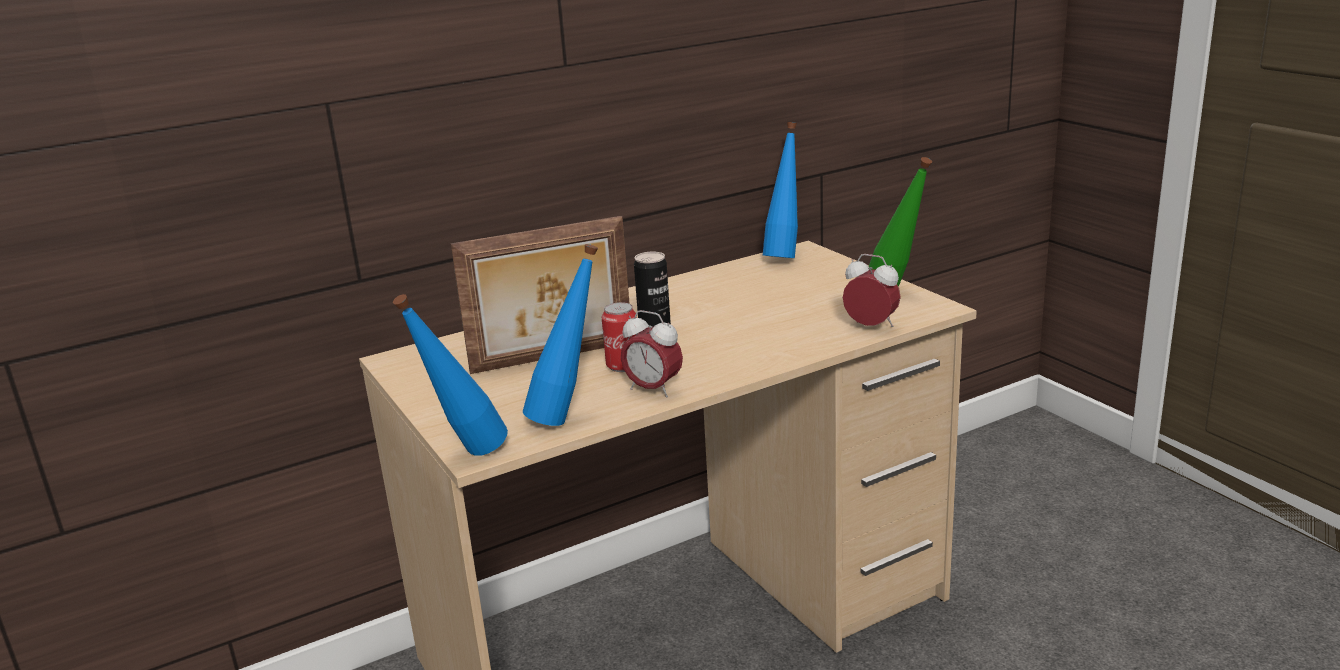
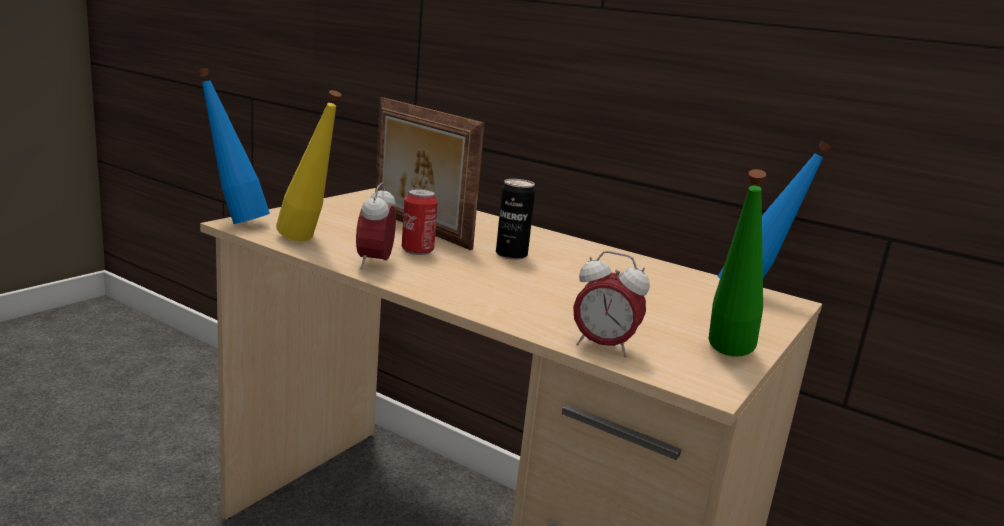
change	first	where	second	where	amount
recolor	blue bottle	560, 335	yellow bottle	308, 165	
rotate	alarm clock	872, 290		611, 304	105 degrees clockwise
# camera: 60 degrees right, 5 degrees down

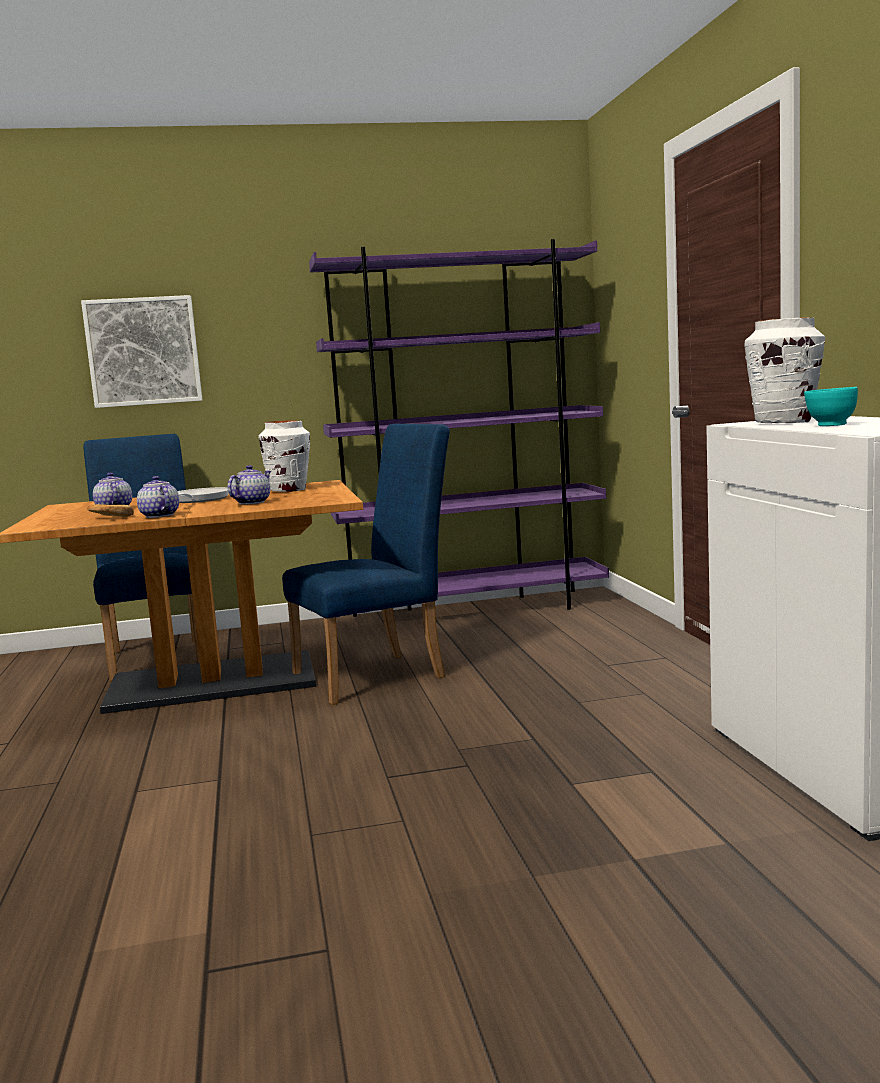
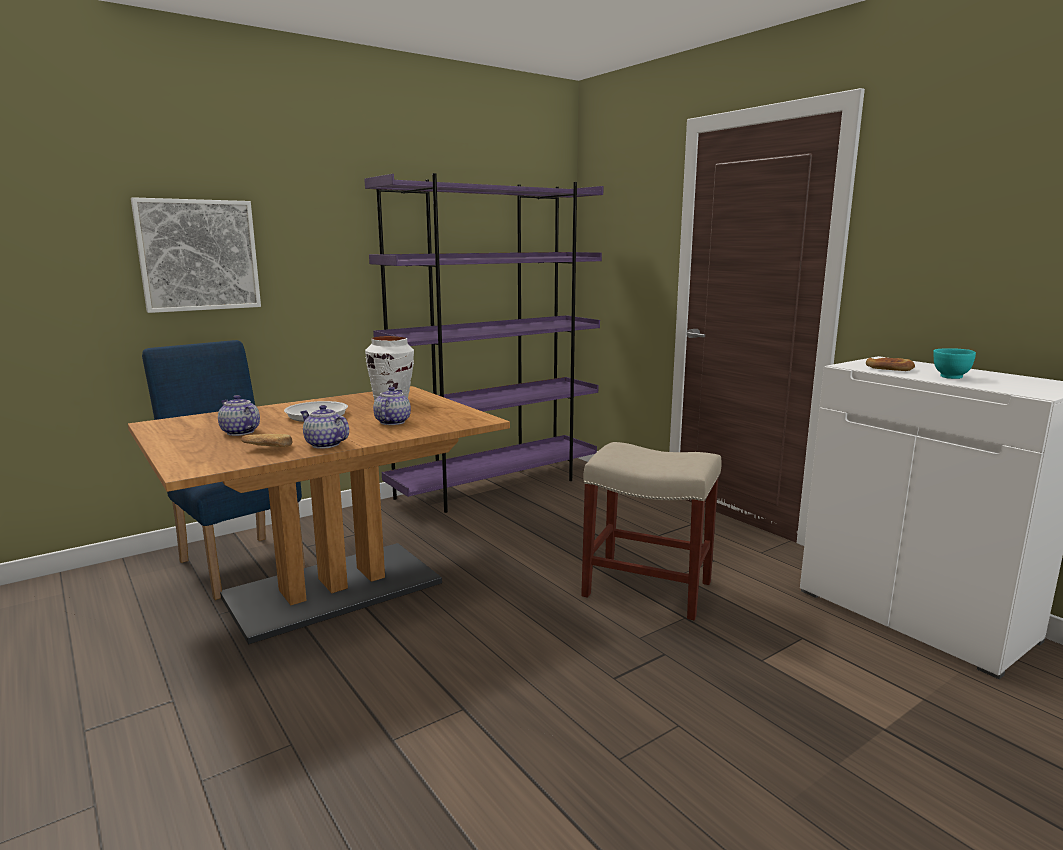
change	first	where	second	where	amount
replace	white vase	784, 370	bread	890, 364	
delete	blue chair	366, 564			
insert			beige stool	651, 531	
# camera: 25 degrees left, 5 degrees up

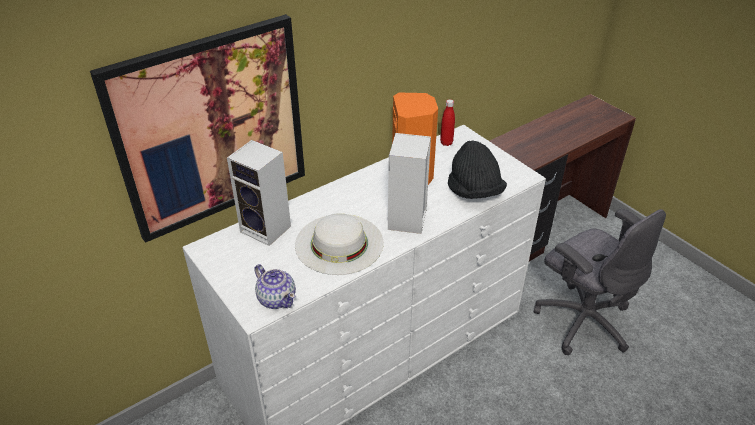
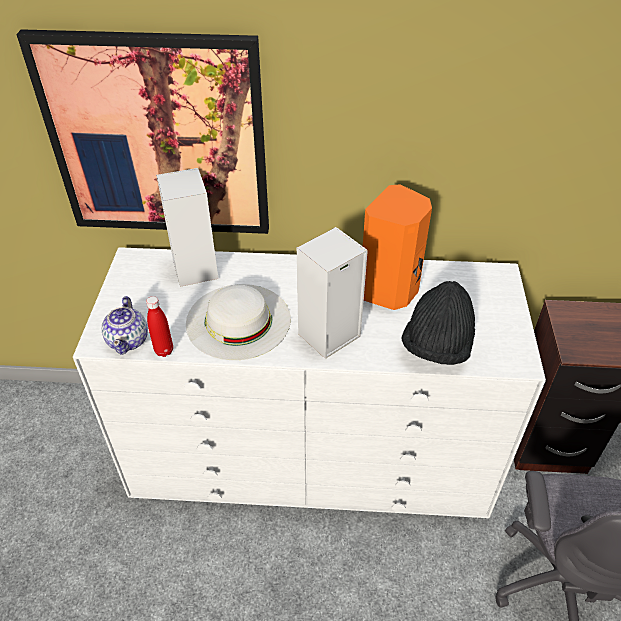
change	first	where	second	where	amount
move	red bottle	447, 122		159, 326	
# camera: 40 degrees right, 5 degrees up

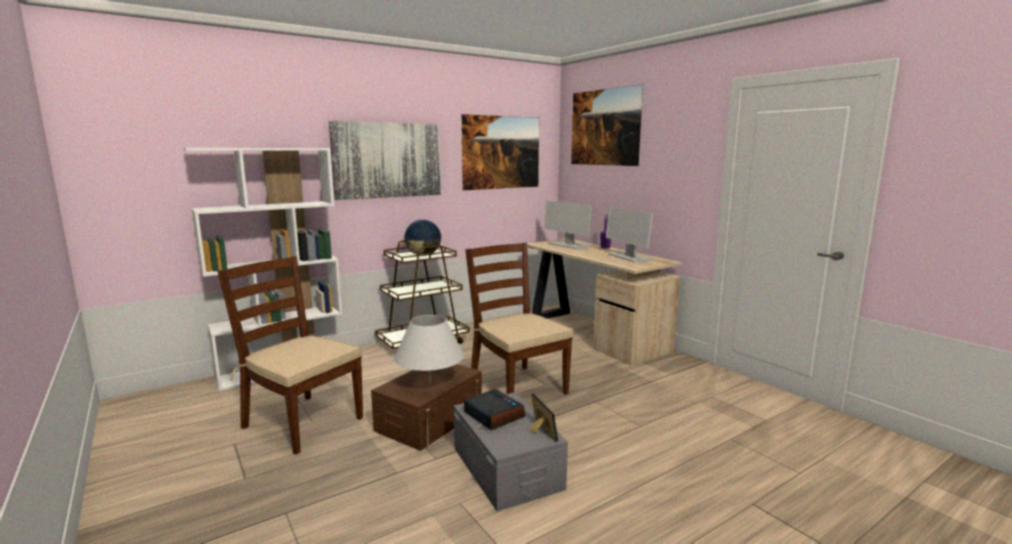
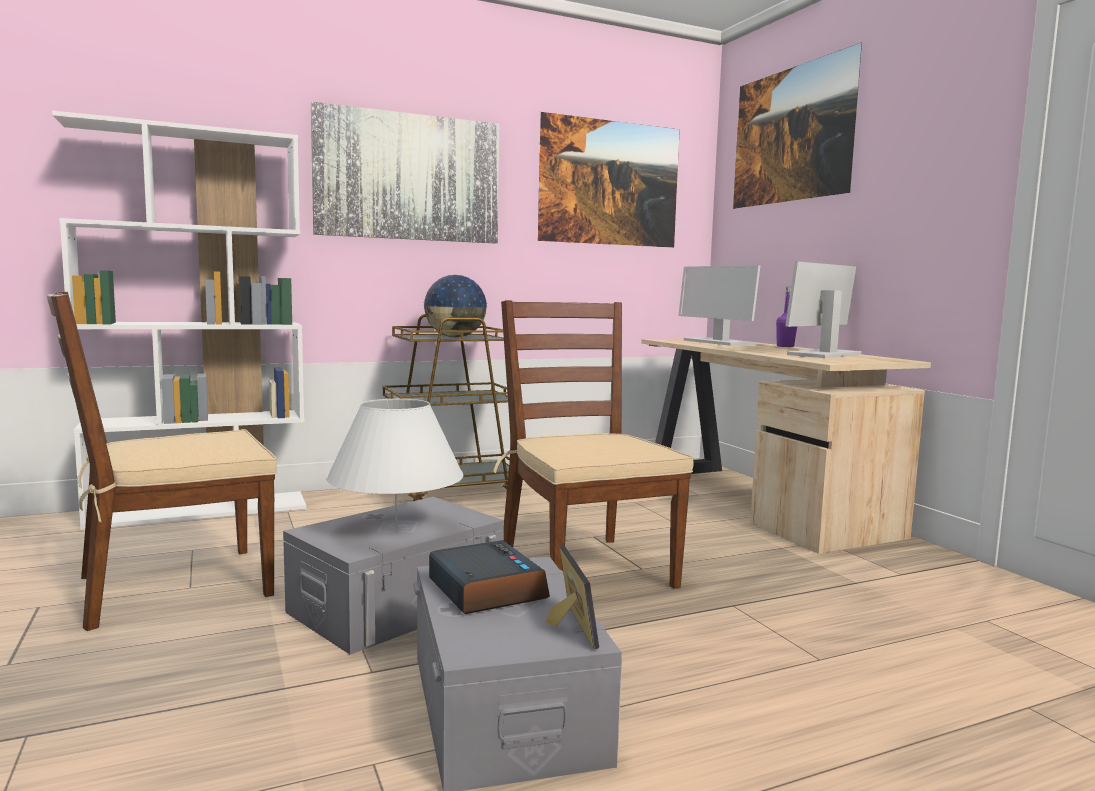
change	first	where	second	where	amount
rotate	monitor	629, 235		823, 309	60 degrees clockwise
rotate	brown chair	290, 355		162, 461	75 degrees counterclockwise
recolor	brown storage box	426, 407	grey storage box	393, 576	
# camera: 10 degrees right, 5 degrees down

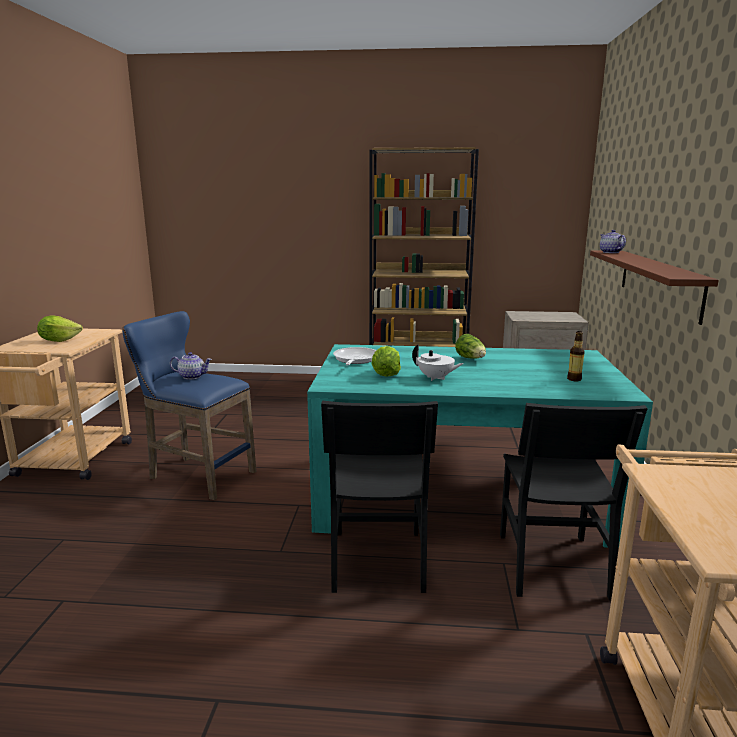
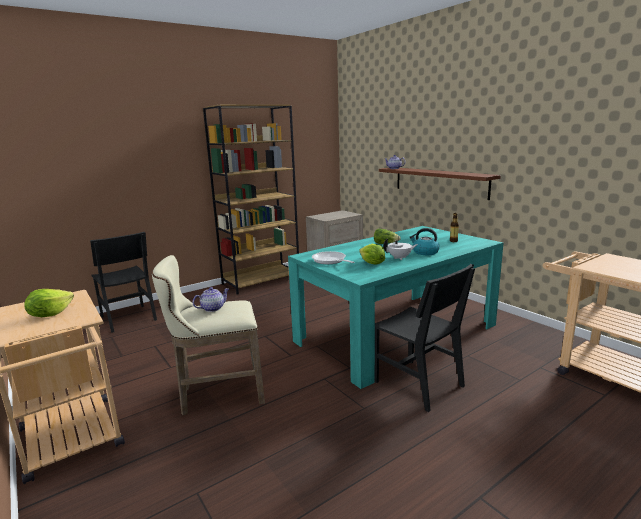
change	first	where	second	where	amount
recolor	blue stool	189, 405	beige stool	208, 335	
move	black chair	574, 501		123, 282	
insert			kettle	424, 241	
# camera: 40 degrees left, 0 degrees up

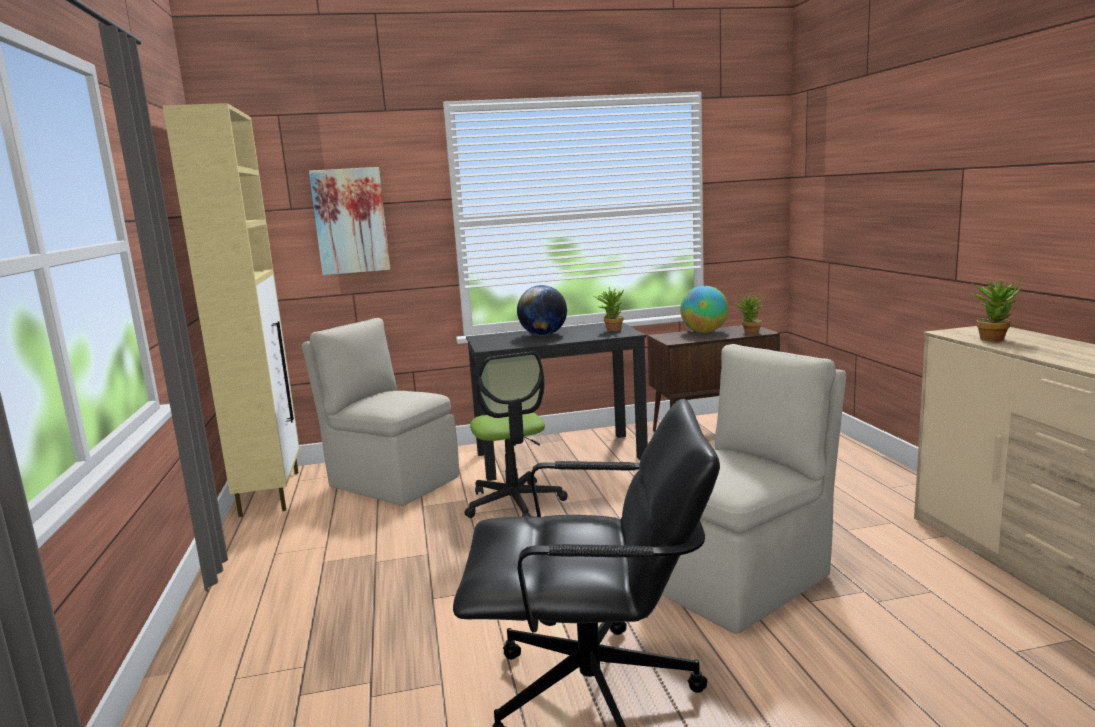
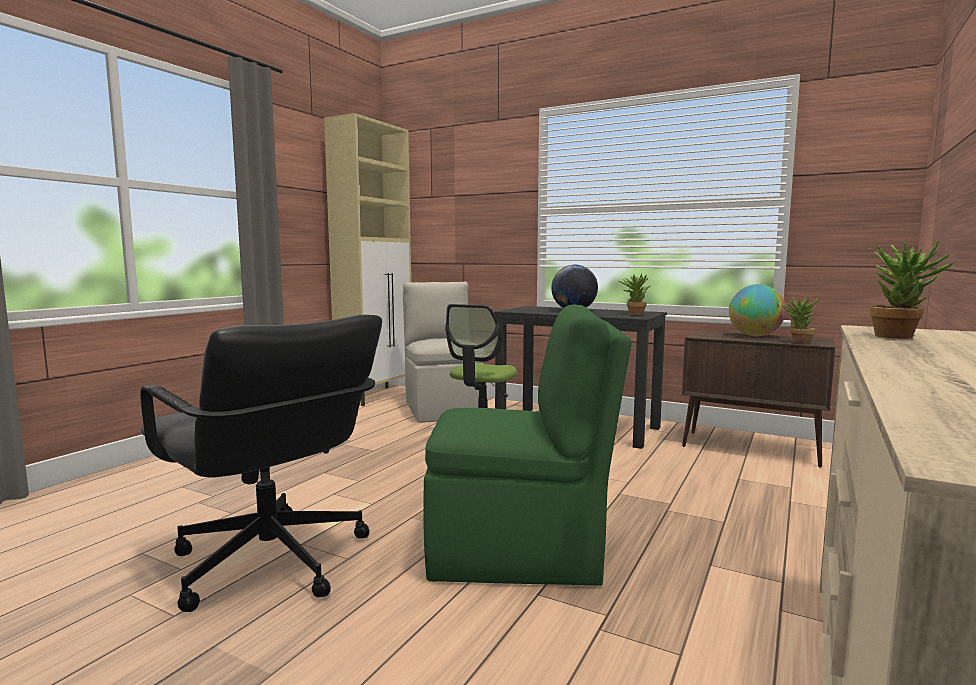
change	first	where	second	where	amount
delete	picture	349, 221			
recolor	beige chair	754, 489	green chair	527, 445	
# camera: 40 degrees right, 5 degrees down

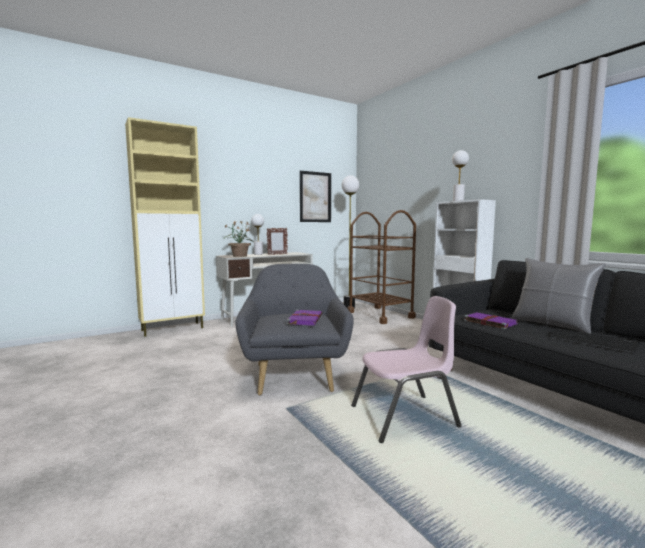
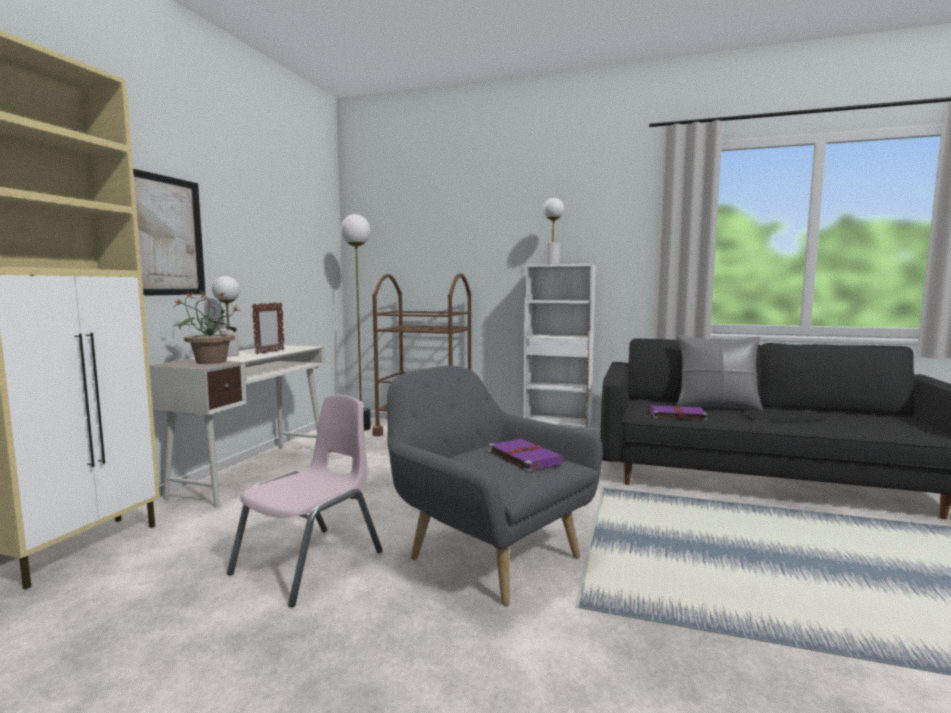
change	first	where	second	where	amount
move	picture	315, 196		169, 232	
move	pink chair	406, 369		305, 500	
# camera: 40 degrees left, 0 degrees up

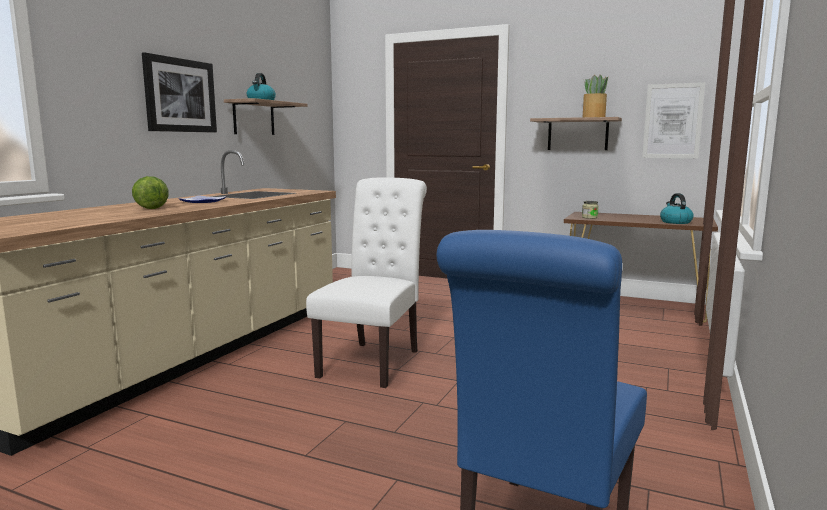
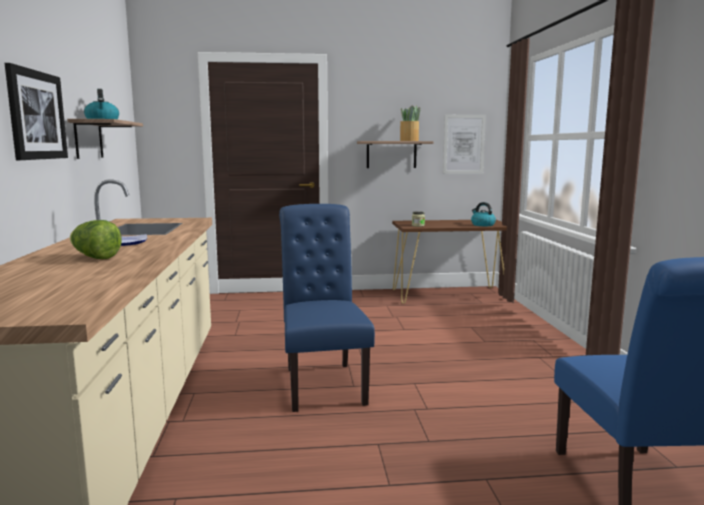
change	first	where	second	where	amount
recolor	white chair	366, 283	blue chair	327, 308	
# camera: 30 degrees left, 0 degrees up

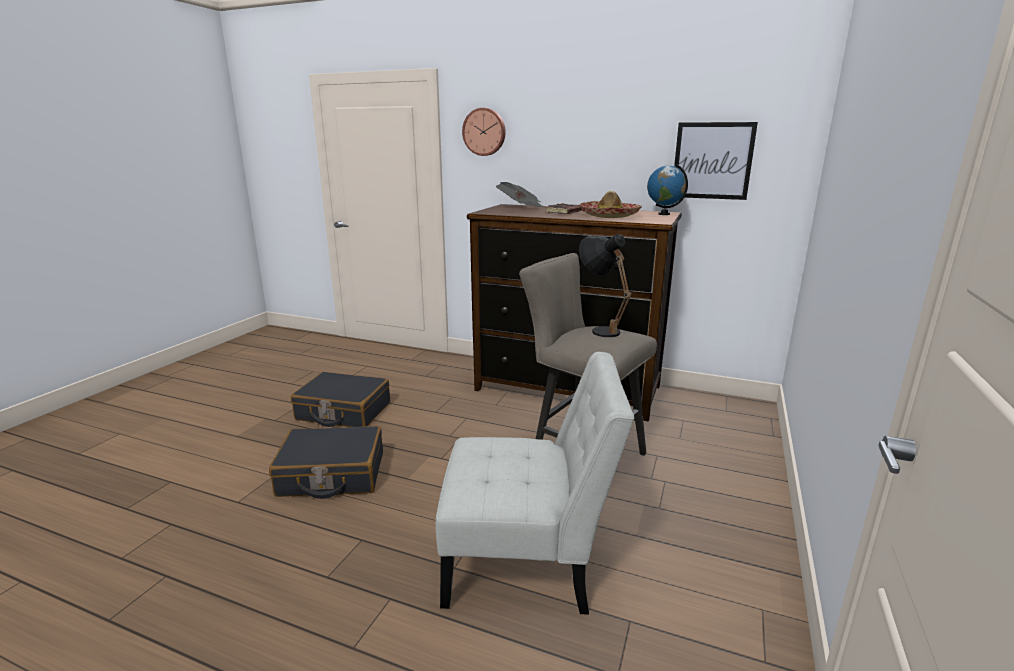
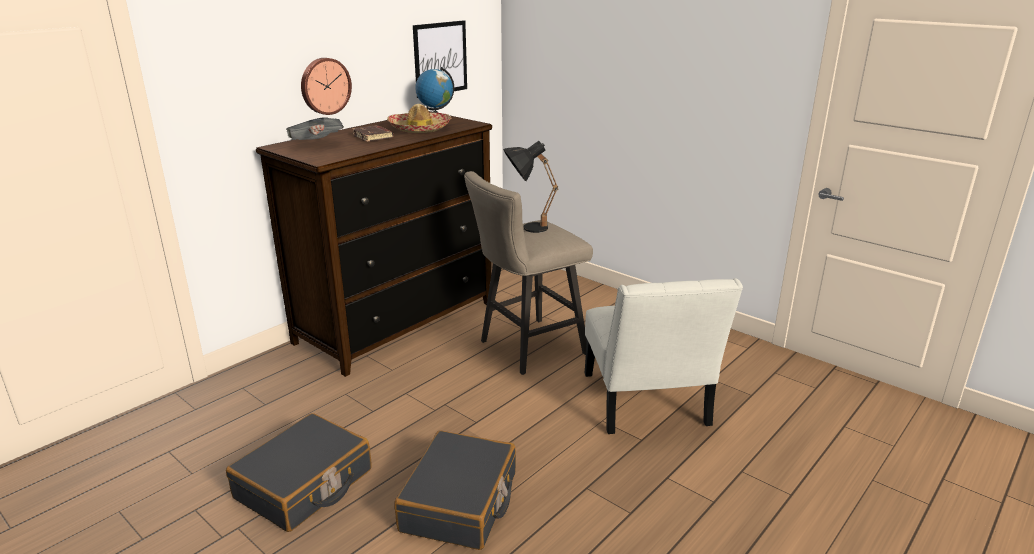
change	first	where	second	where	amount
move	wall clock	484, 132		326, 86	
rotate	white chair	534, 483		664, 356	150 degrees clockwise
# camera: 70 degrees left, 5 degrees up

